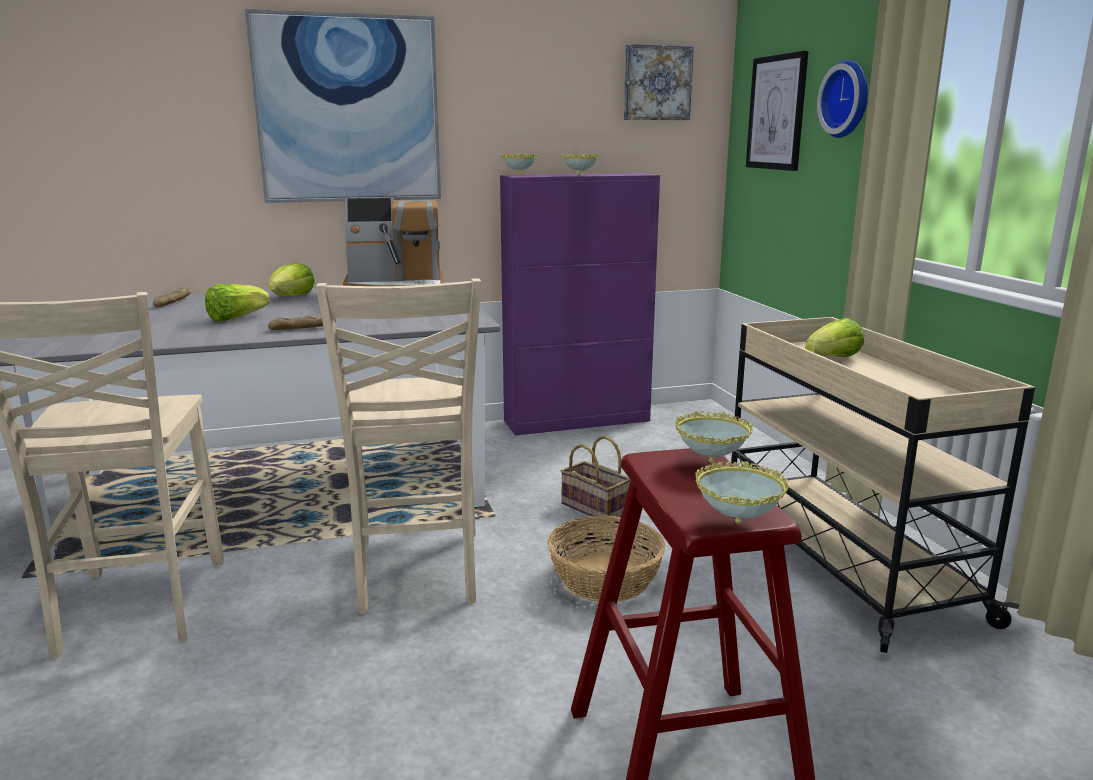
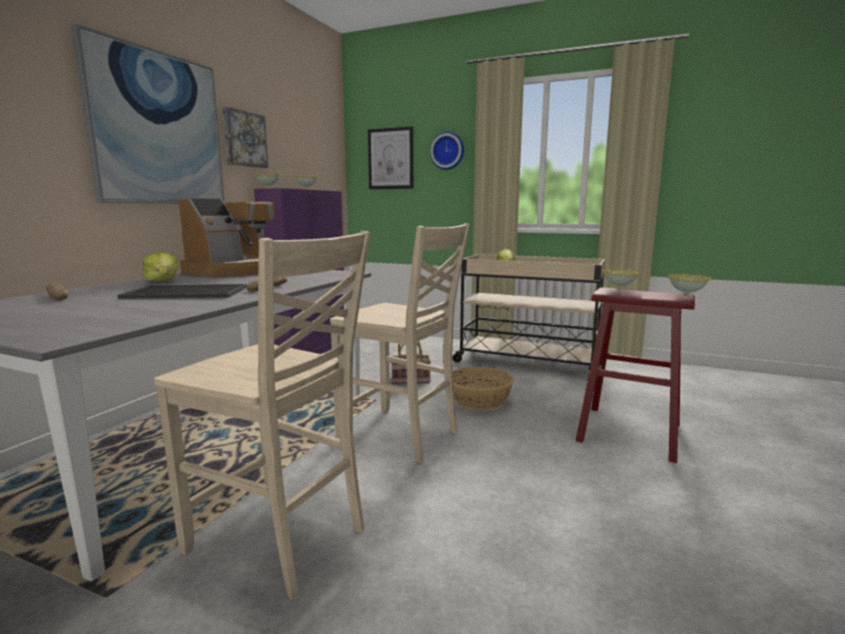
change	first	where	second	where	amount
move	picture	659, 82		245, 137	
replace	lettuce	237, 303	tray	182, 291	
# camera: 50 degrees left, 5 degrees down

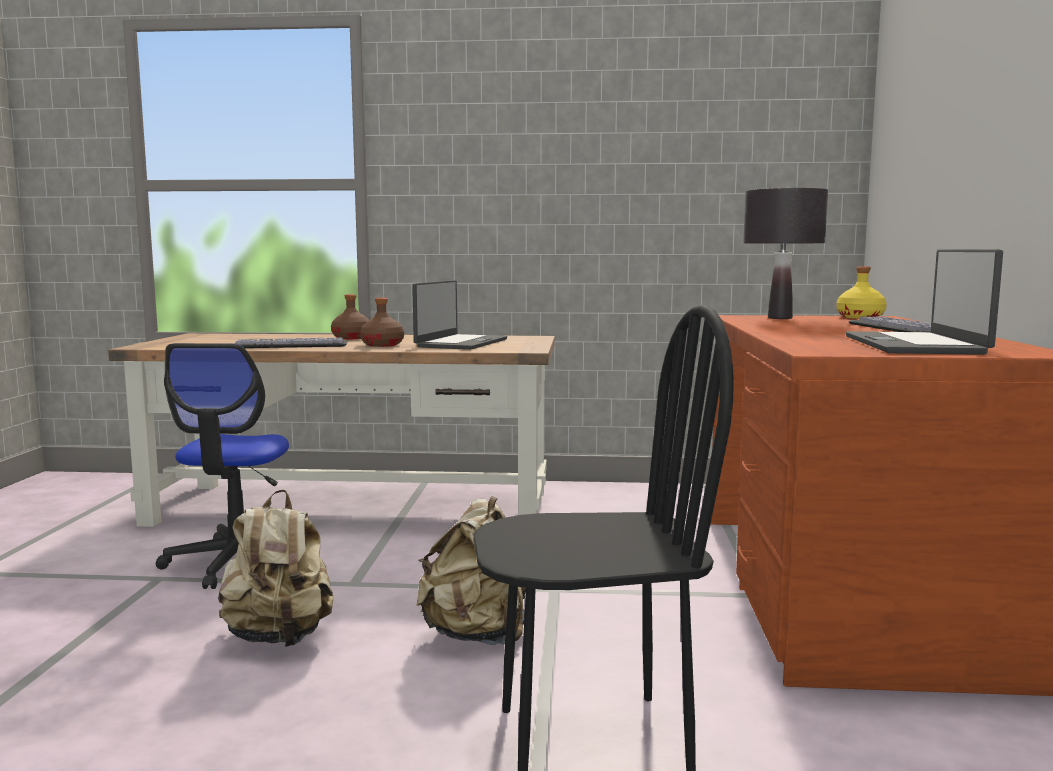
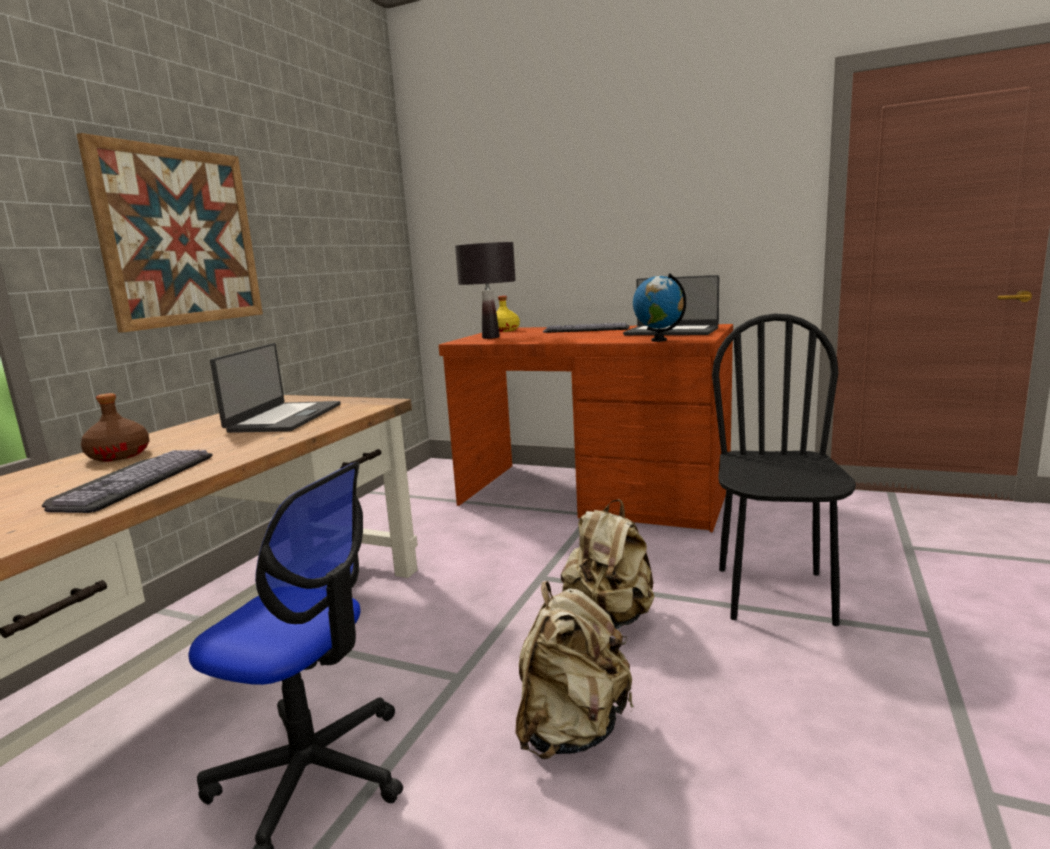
change	first	where	second	where	amount
rotate	laptop	459, 315		275, 388	60 degrees clockwise
delete	brown bottle	382, 322			
insert			picture	169, 233	
insert			globe	659, 307	
# camera: 70 degrees left, 5 degrees up

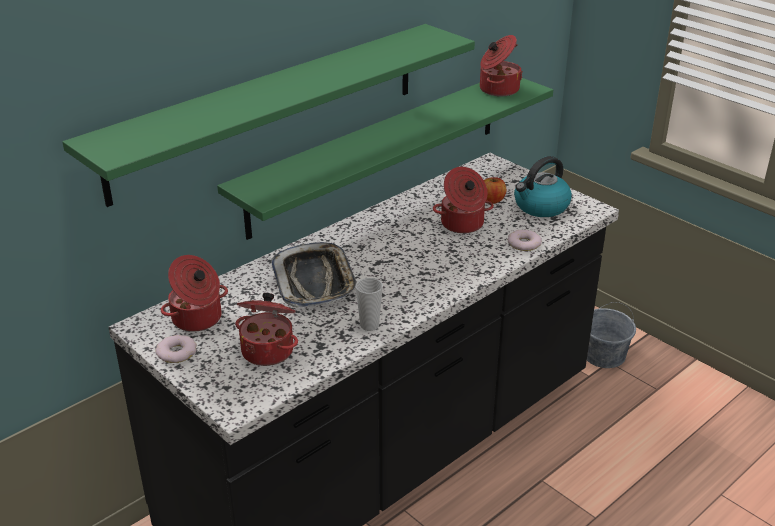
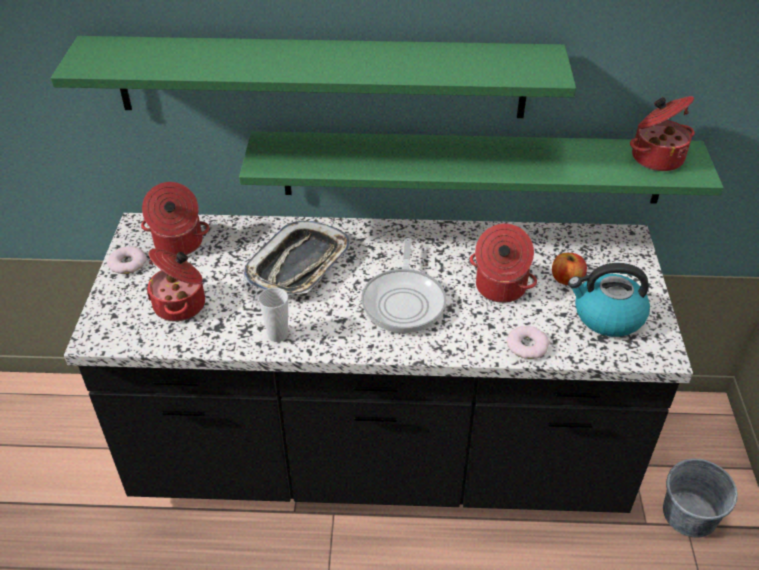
change	first	where	second	where	amount
insert			frying pan	403, 285	
# camera: 45 degrees right, 10 degrees up

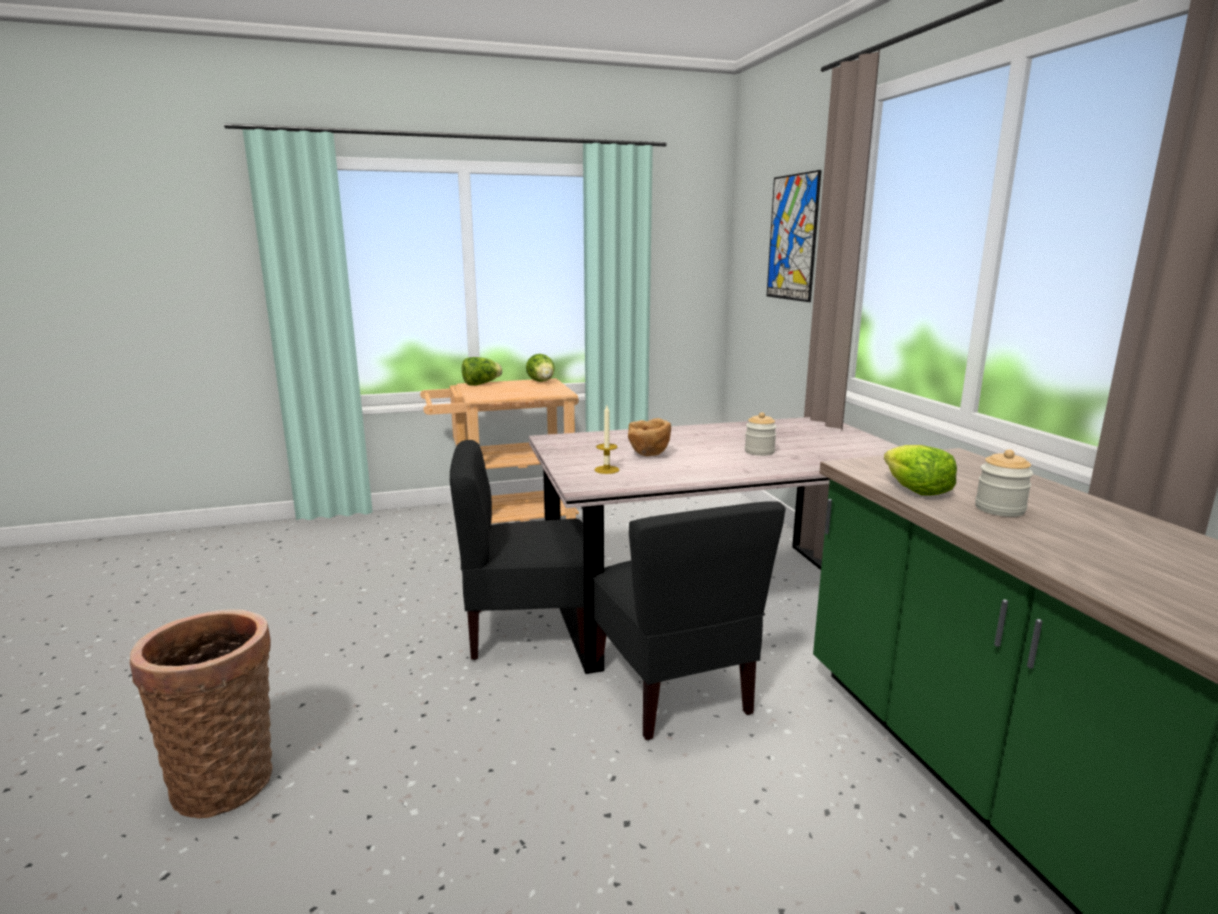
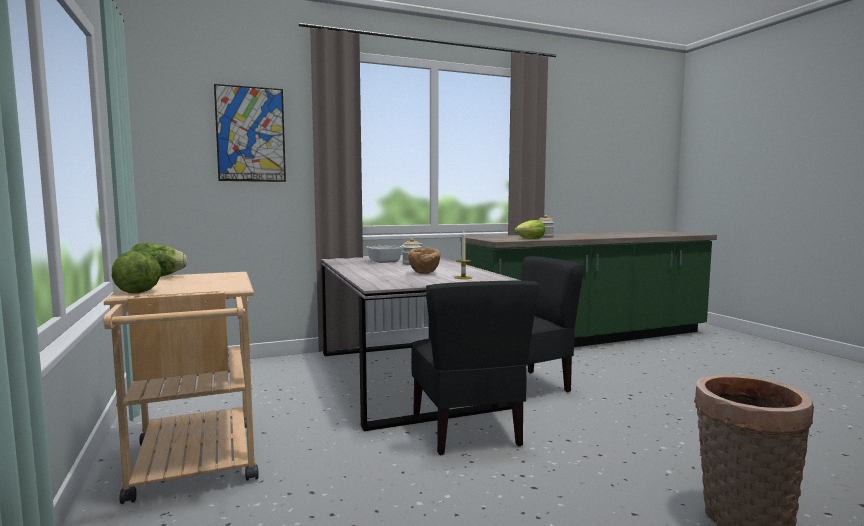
change	first	where	second	where	amount
insert			frying pan	394, 253	
# camera: 95 degrees left, 10 degrees down

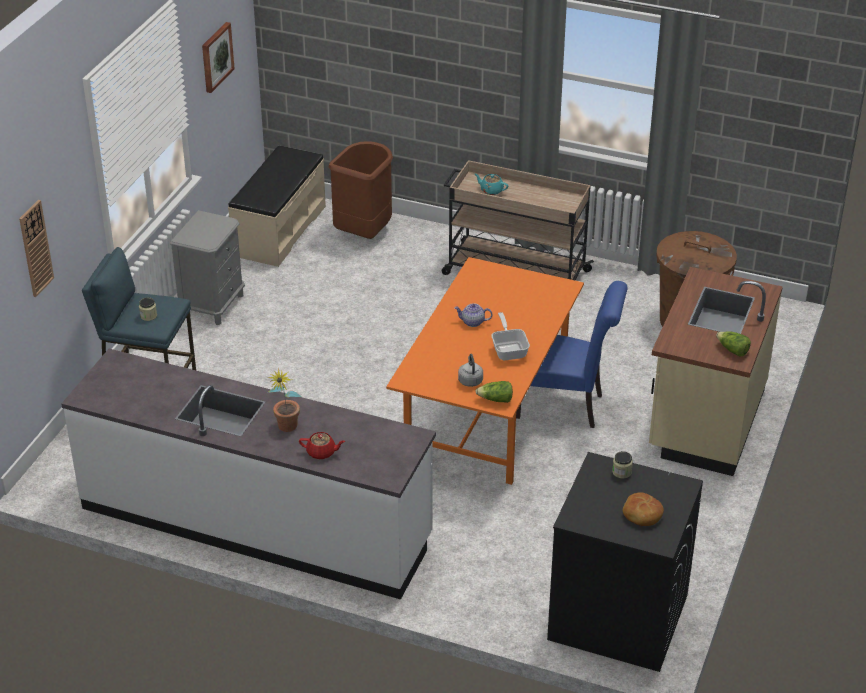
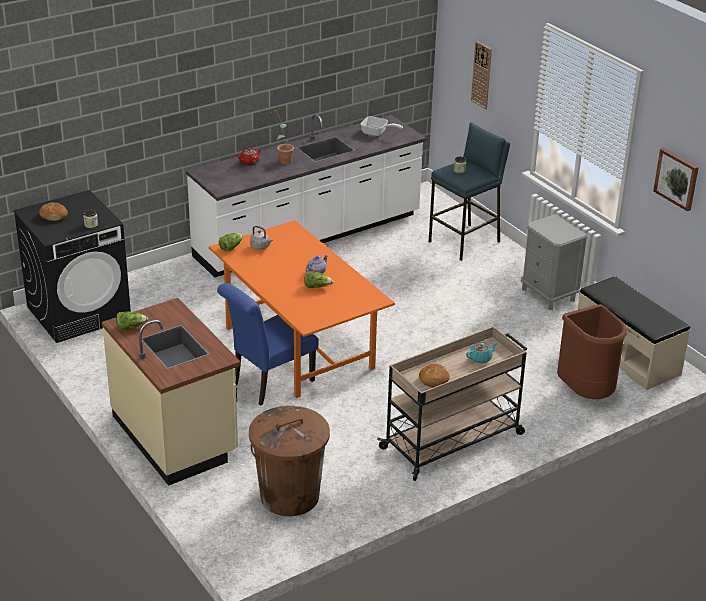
change	first	where	second	where	amount
move	frying pan	511, 336		382, 126	
insert			lettuce	319, 279	
insert			bread	434, 375	
# camera: 125 degrees right, 5 degrees down

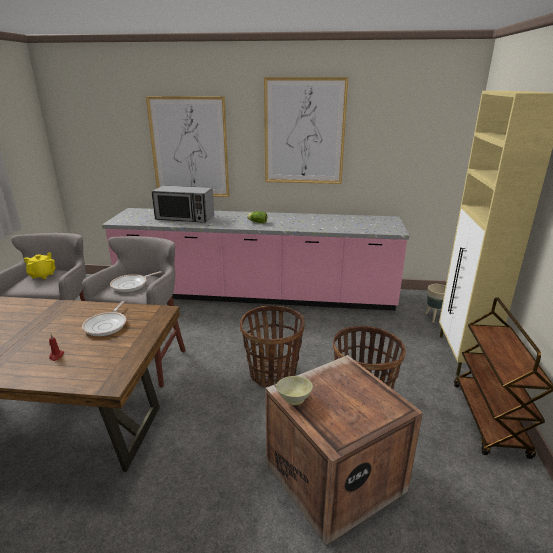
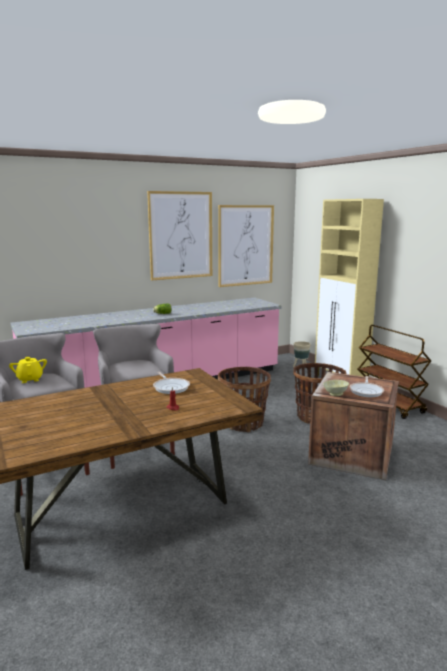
change	first	where	second	where	amount
move	picture	187, 146		246, 246	
delete	microwave	183, 204			
move	frying pan	136, 281		367, 386	
# camera: 35 degrees left, 10 degrees down

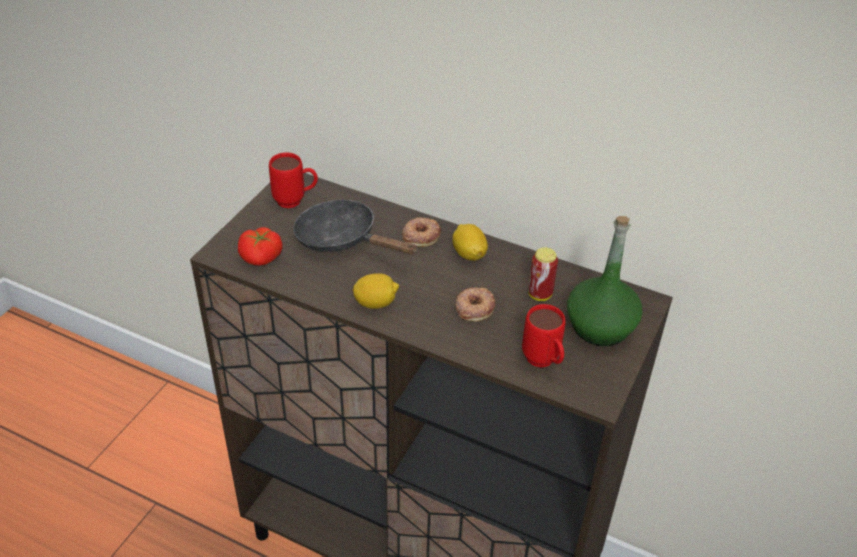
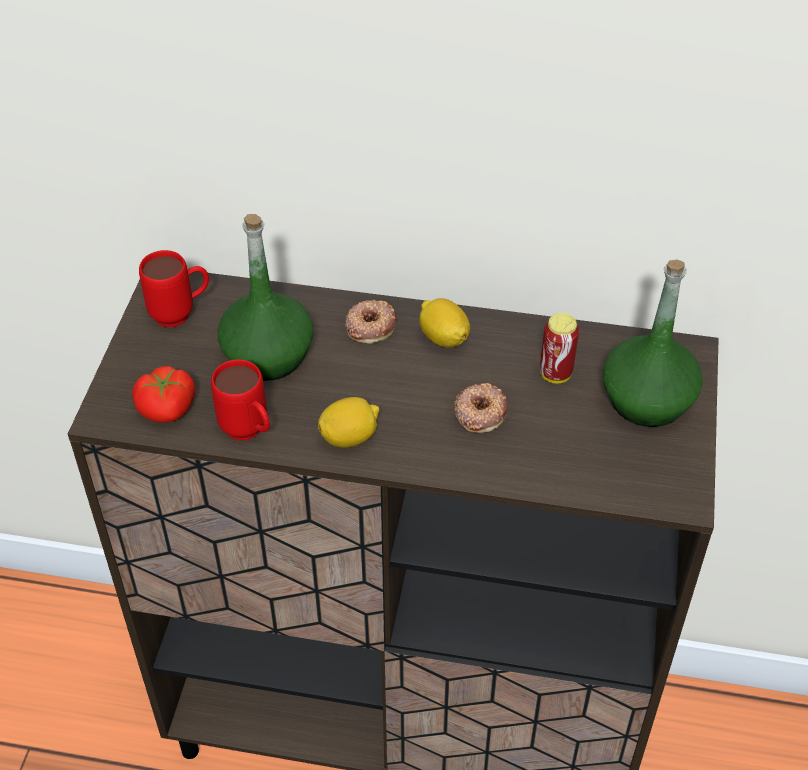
change	first	where	second	where	amount
replace	black frying pan	355, 227	green bottle	265, 297	
move	red mug	543, 336		240, 399	
# camera: 15 degrees left, 5 degrees up

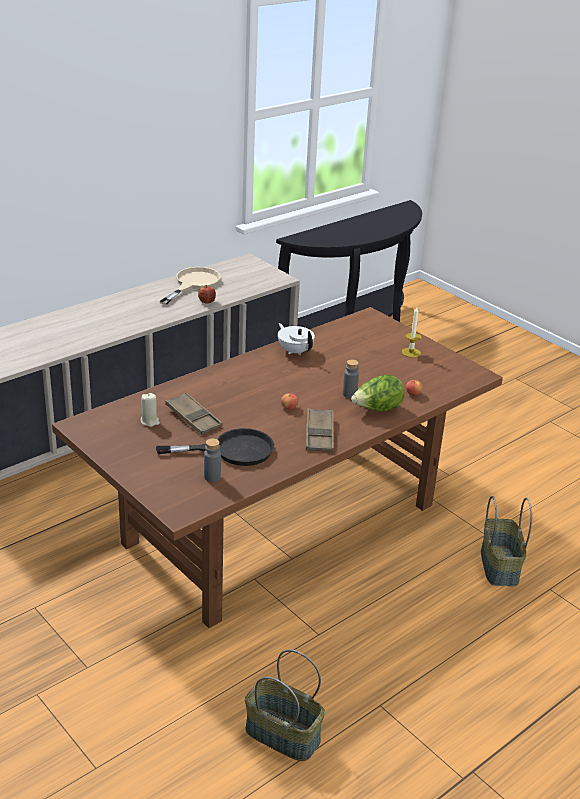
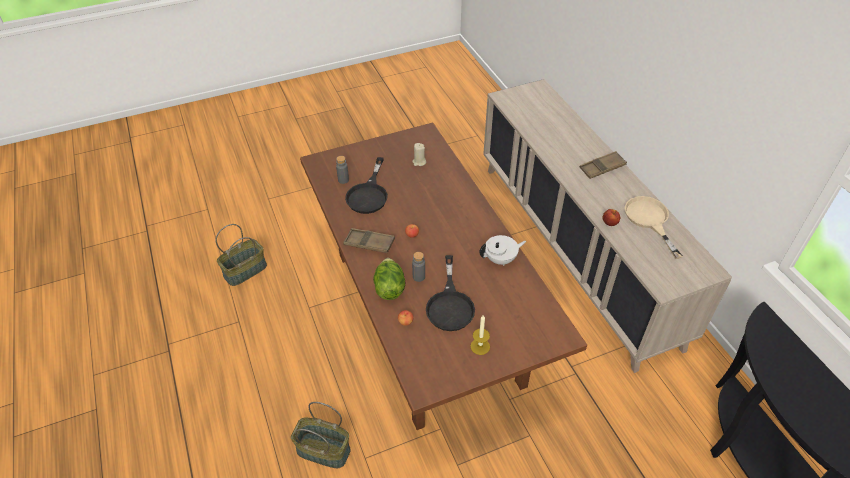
change	first	where	second	where	amount
rotate	beige frying pan	190, 286		654, 227	150 degrees counterclockwise
move	brown tray	194, 414		603, 165	
insert			black frying pan	450, 293	
# camera: 110 degrees right, 15 degrees up

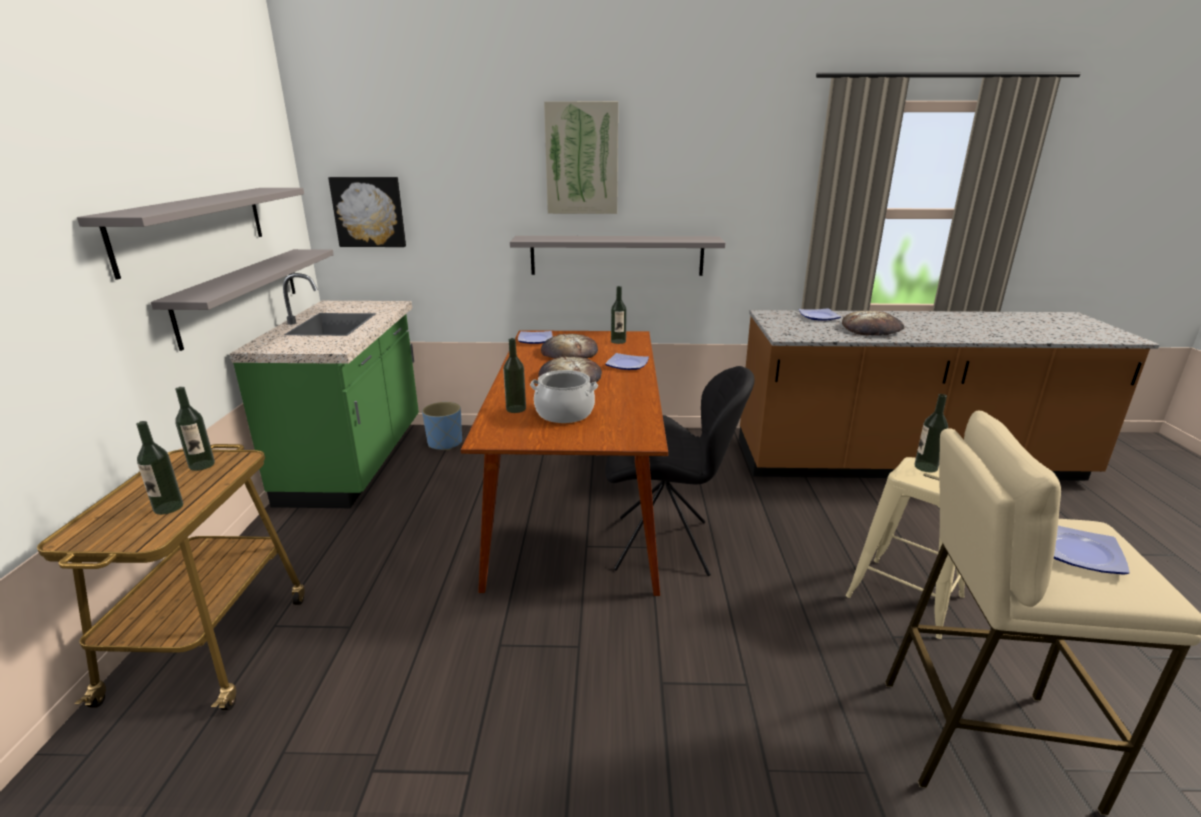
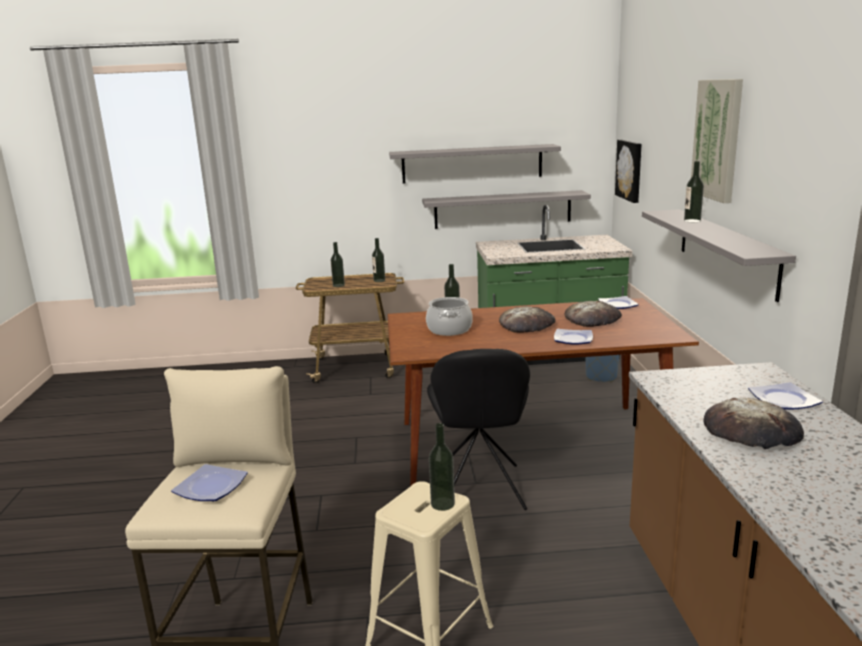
change	first	where	second	where	amount
move	bottle	619, 315		694, 191	
# camera: 85 degrees right, 5 degrees down

